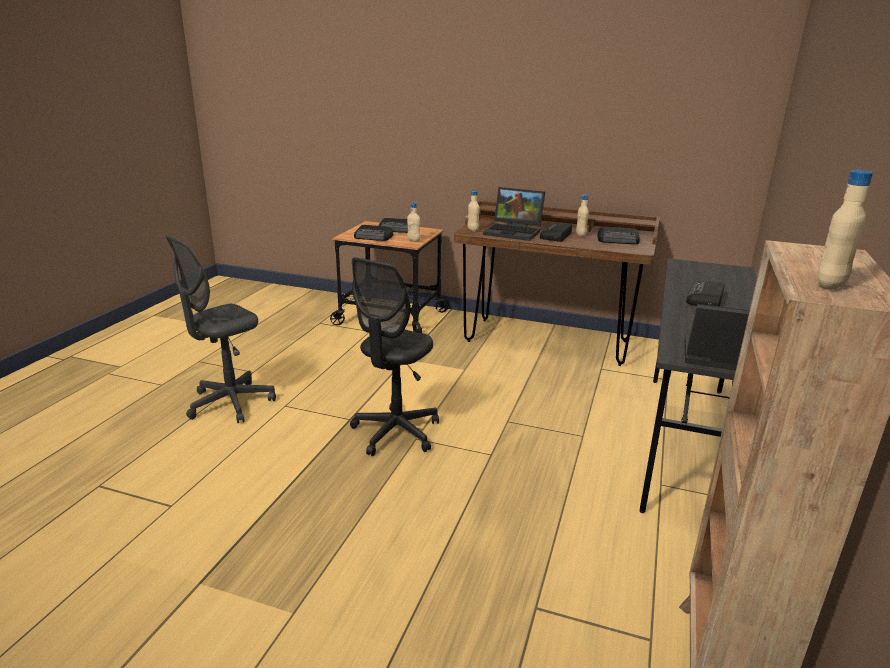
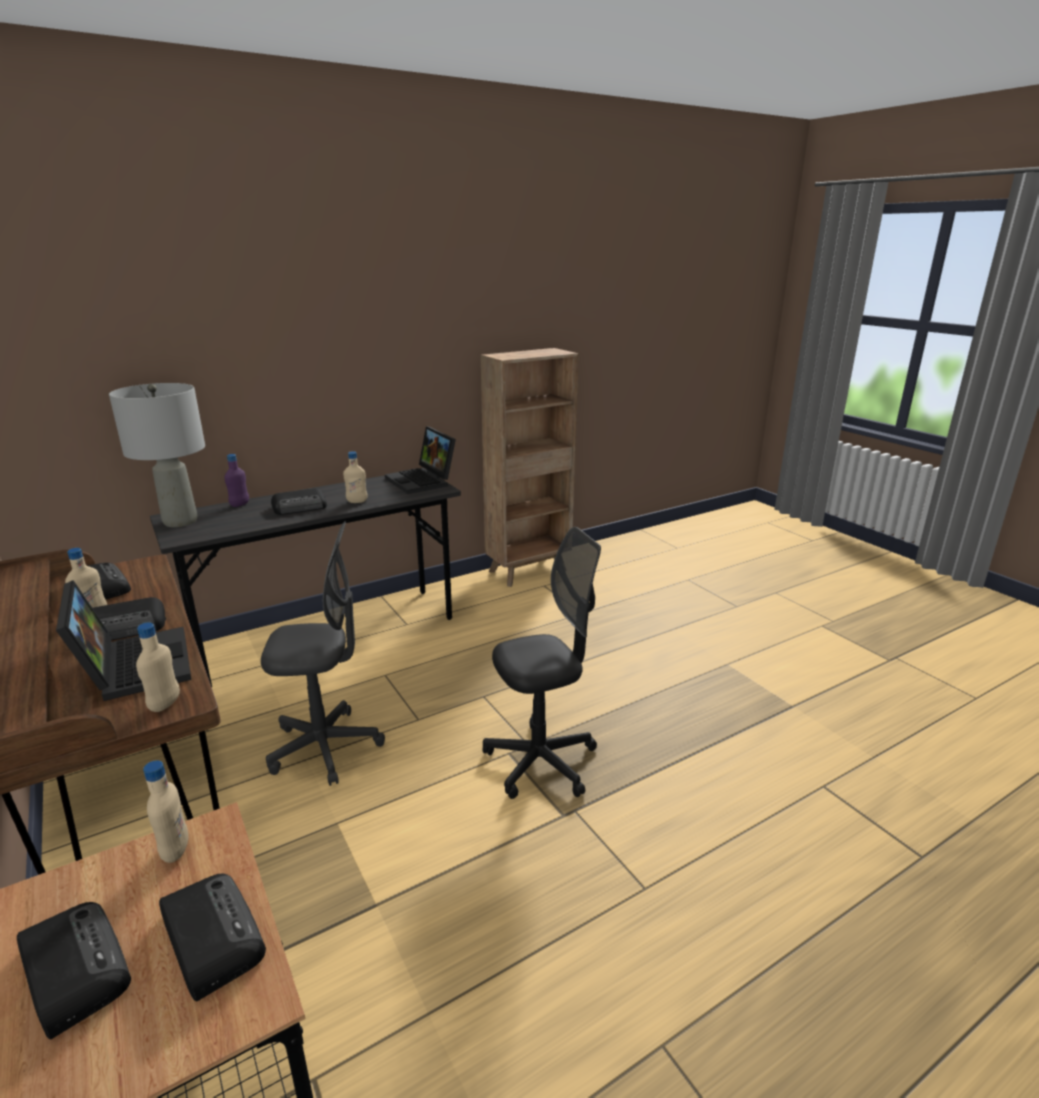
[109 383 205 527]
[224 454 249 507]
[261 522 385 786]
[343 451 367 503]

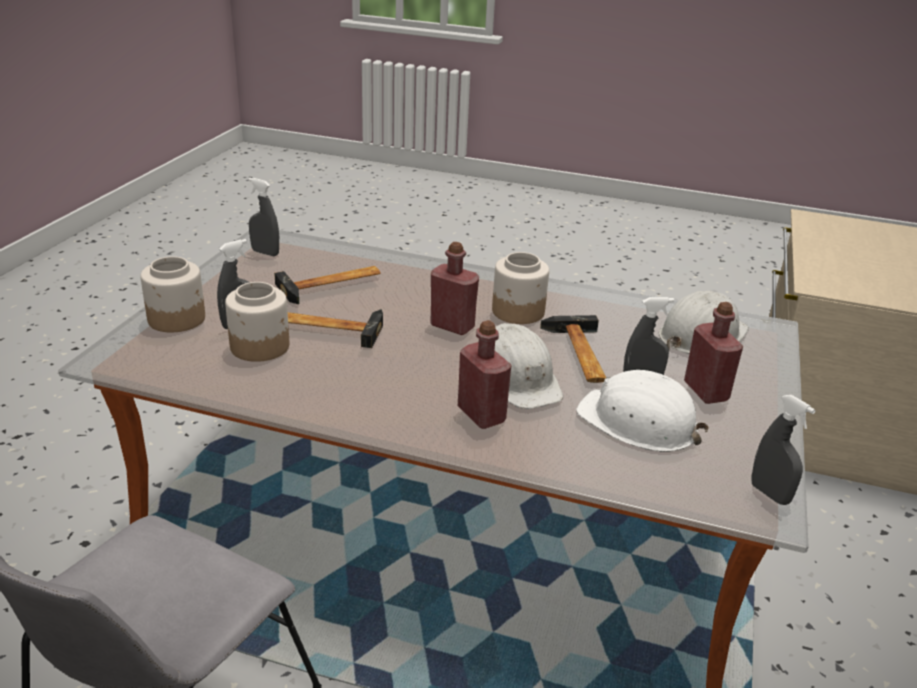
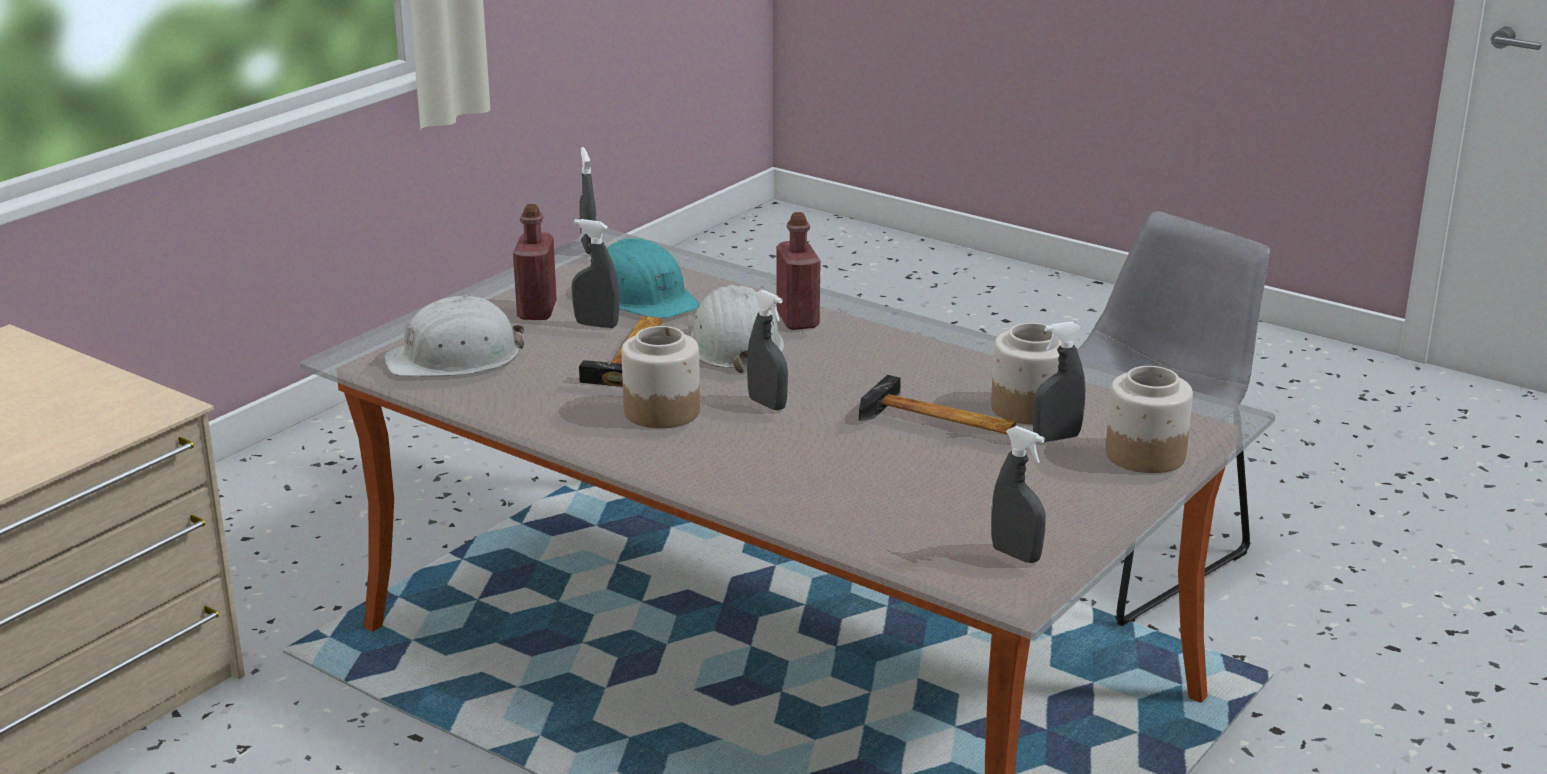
[607 238 700 319]
[747 290 788 410]
[274 266 381 304] (first image)

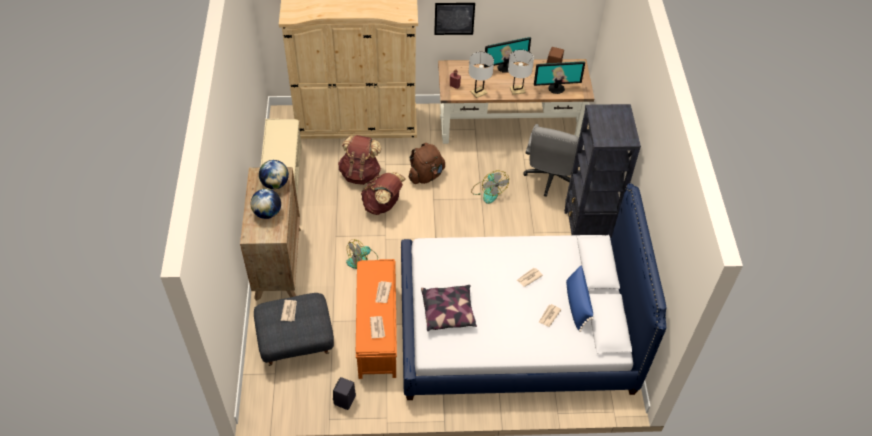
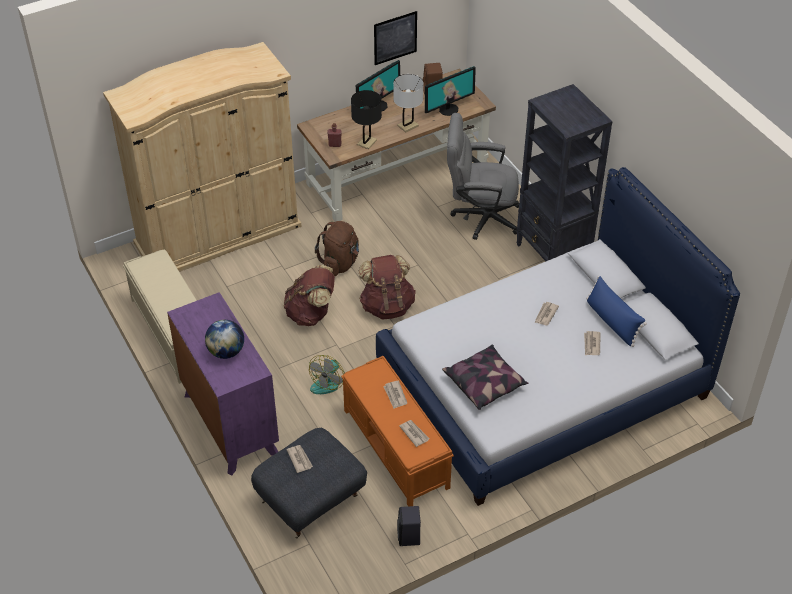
[167 292 279 475]
[351 90 382 150]
[359 255 416 319]
[374 11 417 65]
[447 113 519 240]
[259 160 289 189] (first image)
[471 171 509 204] (first image)

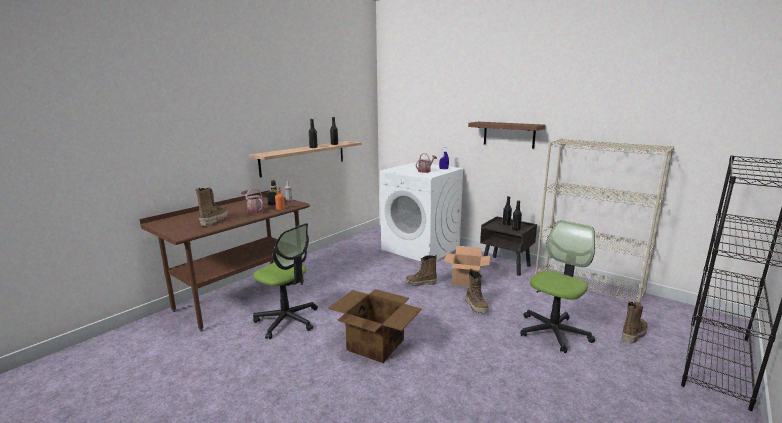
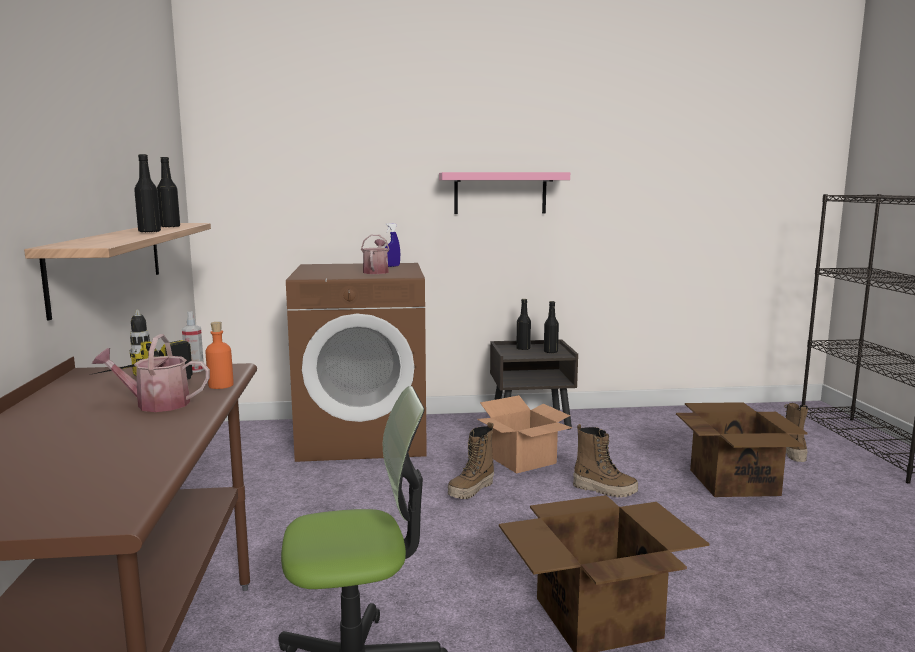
[286 263 427 462]
[439 172 570 214]
[676 402 807 497]
[195 188 228 226] (first image)
[535 139 674 303] (first image)

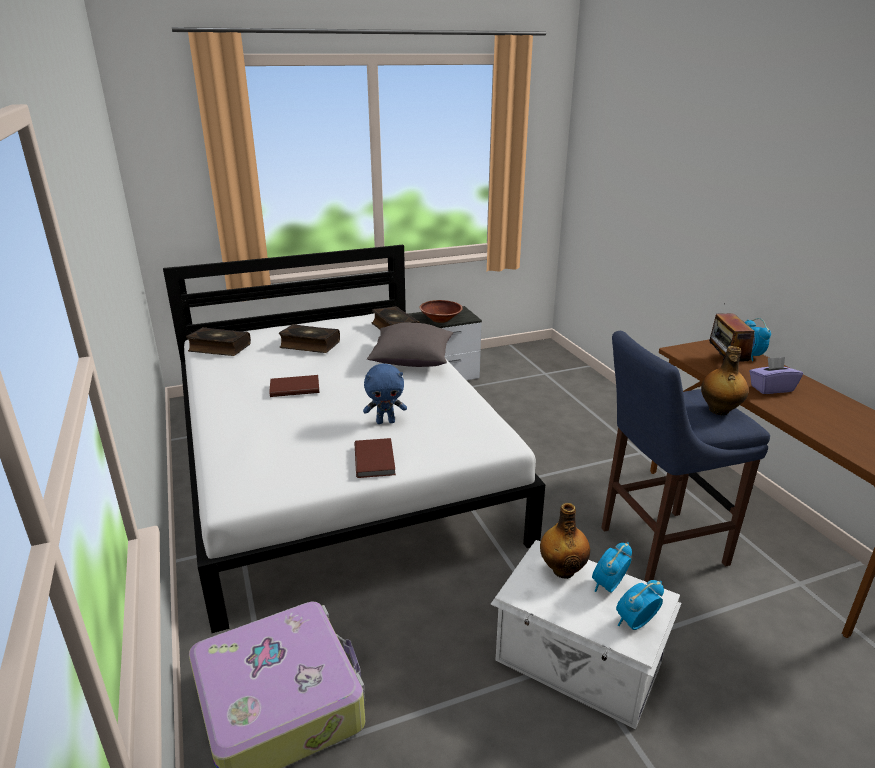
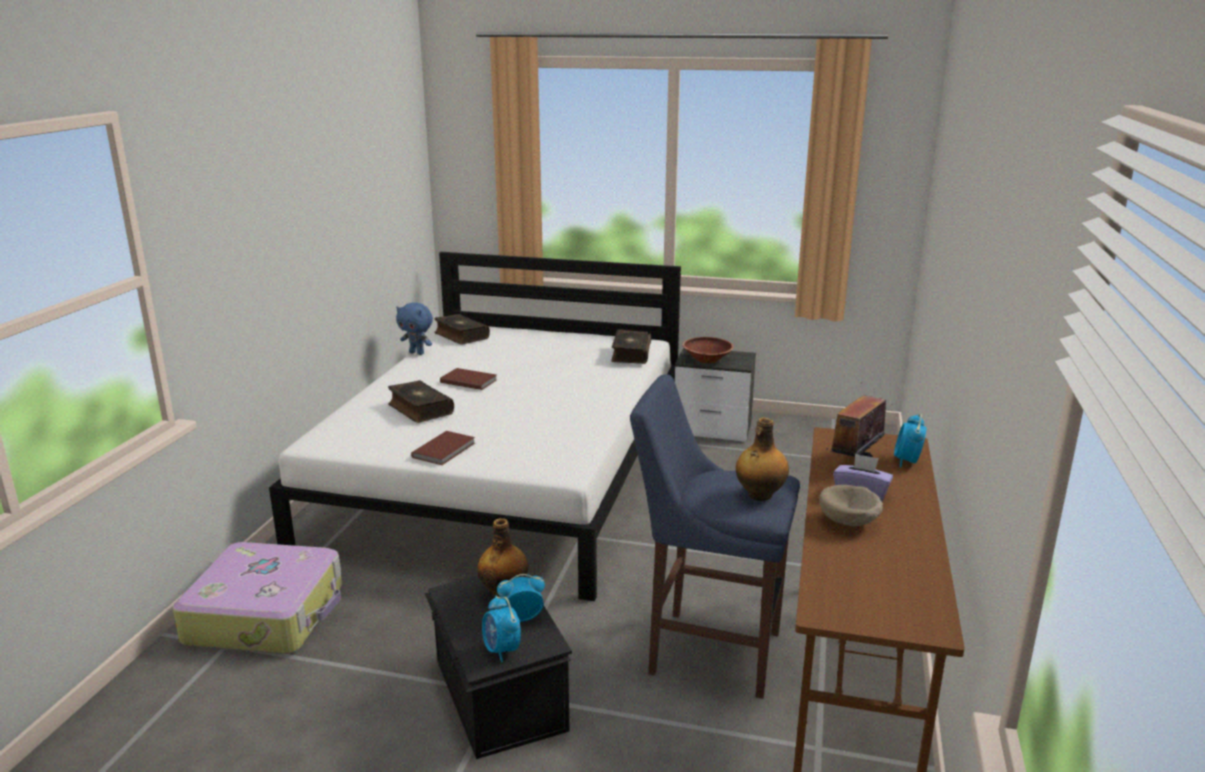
[388 380 454 423]
[396 302 433 355]
[425 575 572 759]
[482 596 521 663]
[819 485 883 526]
[367 323 453 367] (first image)

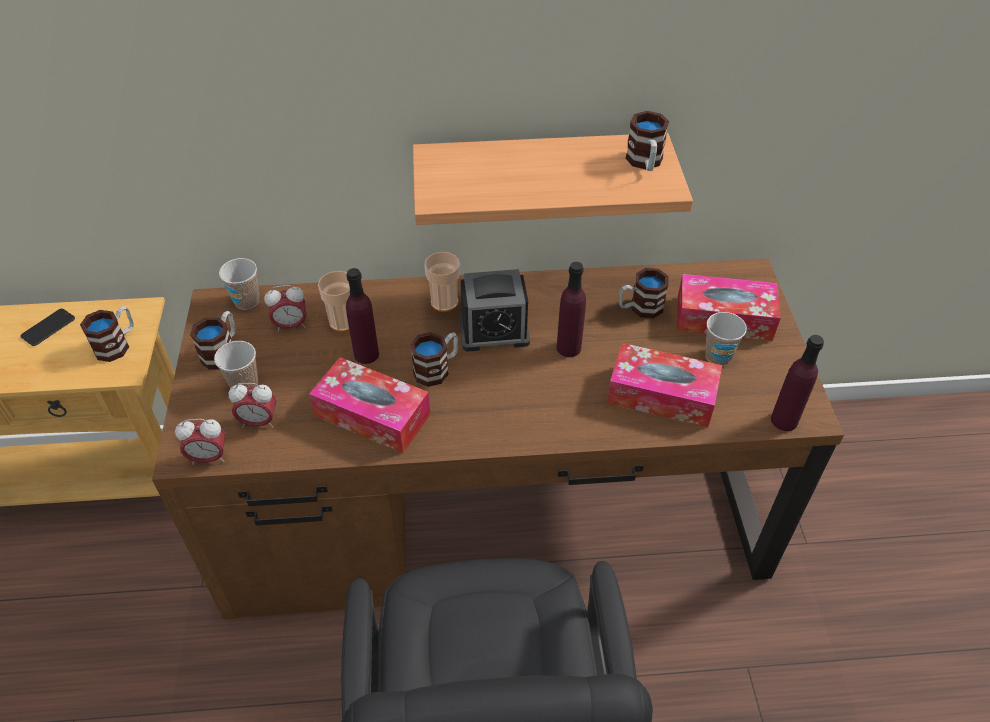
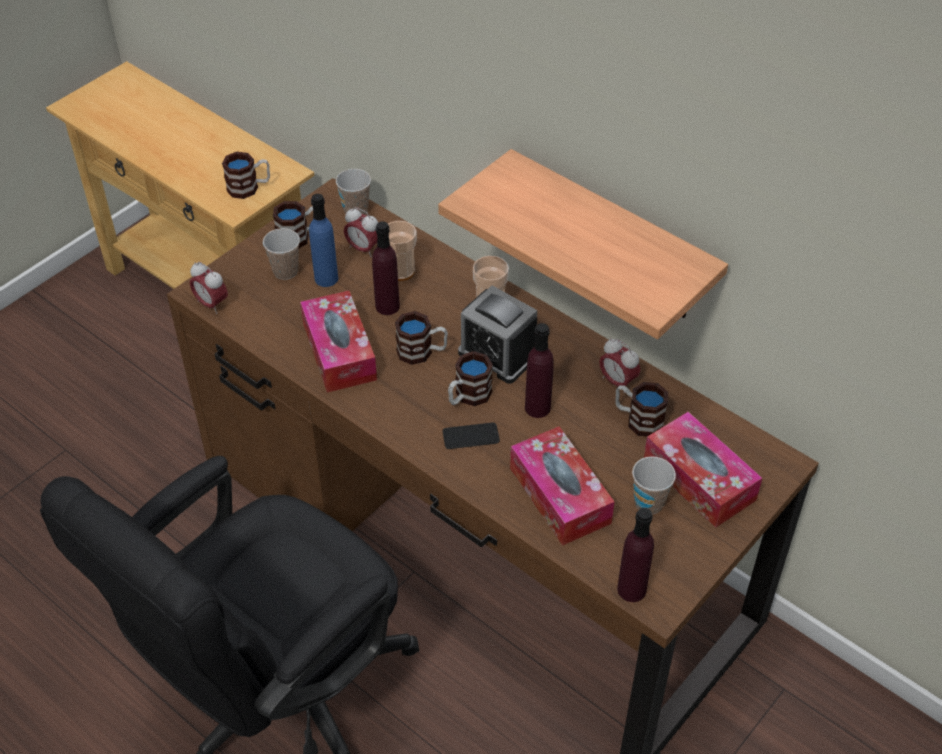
[309 194 338 287]
[442 423 500 449]
[448 351 493 406]
[599 338 640 393]

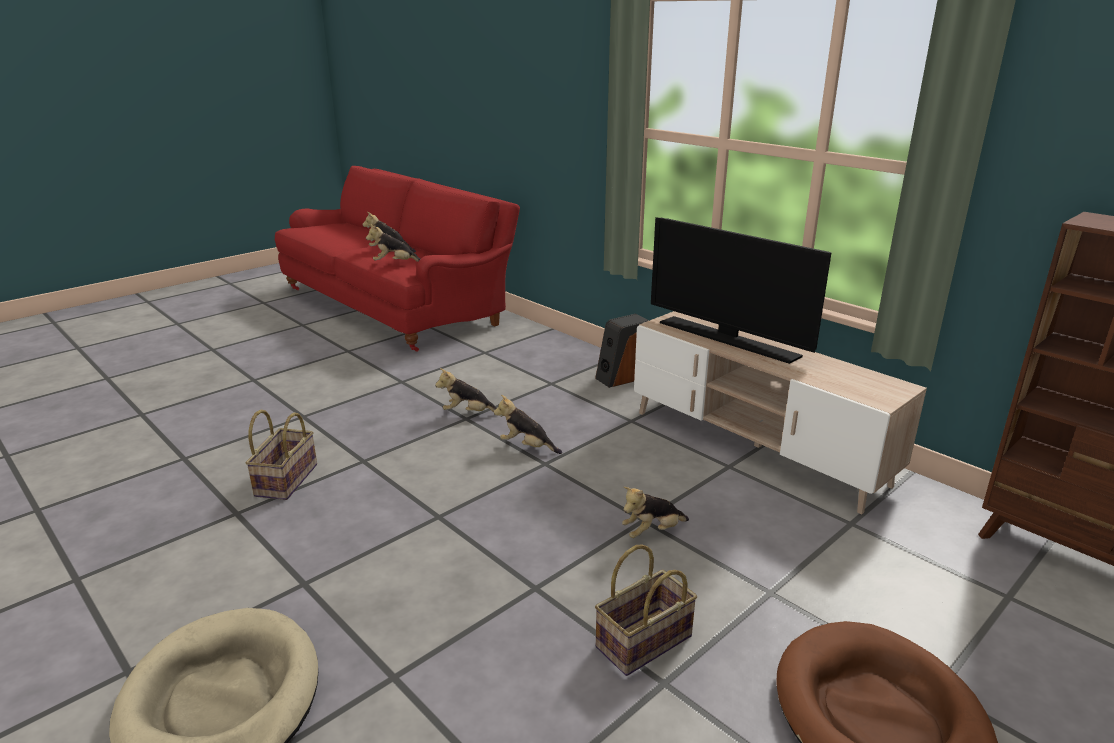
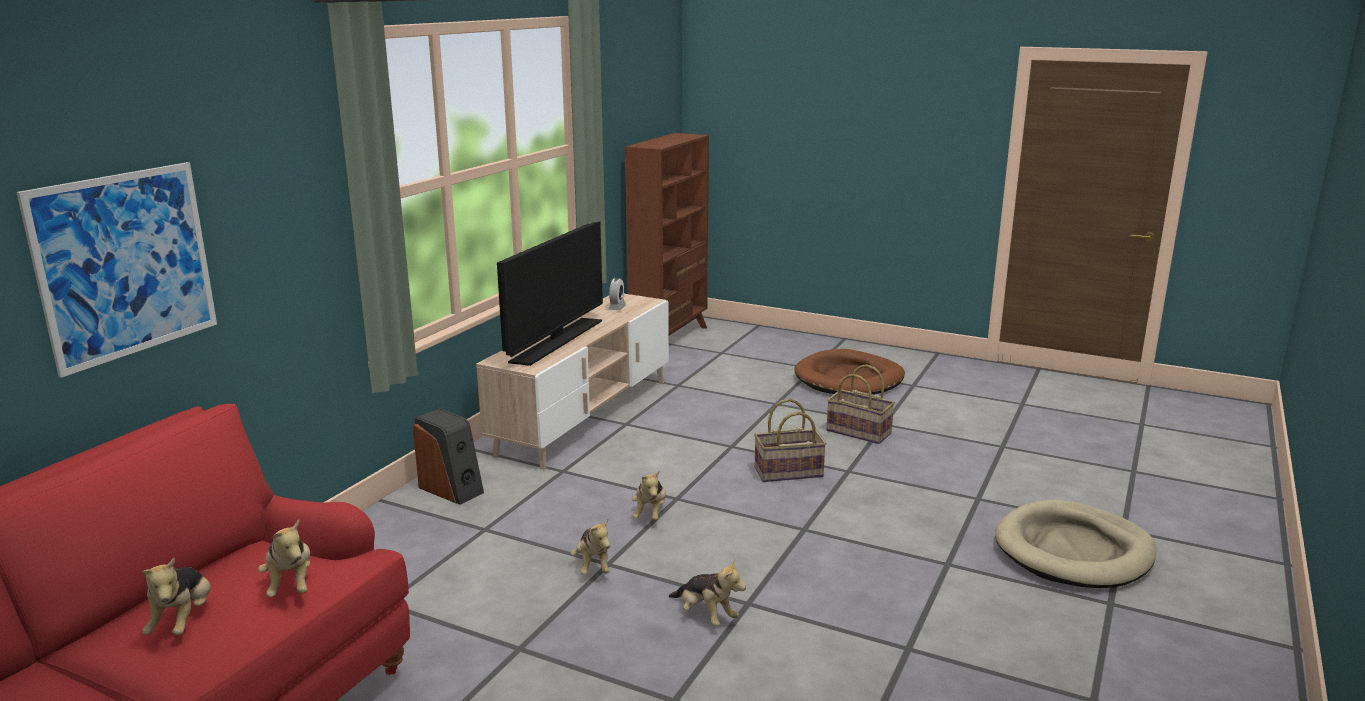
[16 162 217 378]
[608 278 626 310]
[669 559 746 626]
[754 399 827 482]

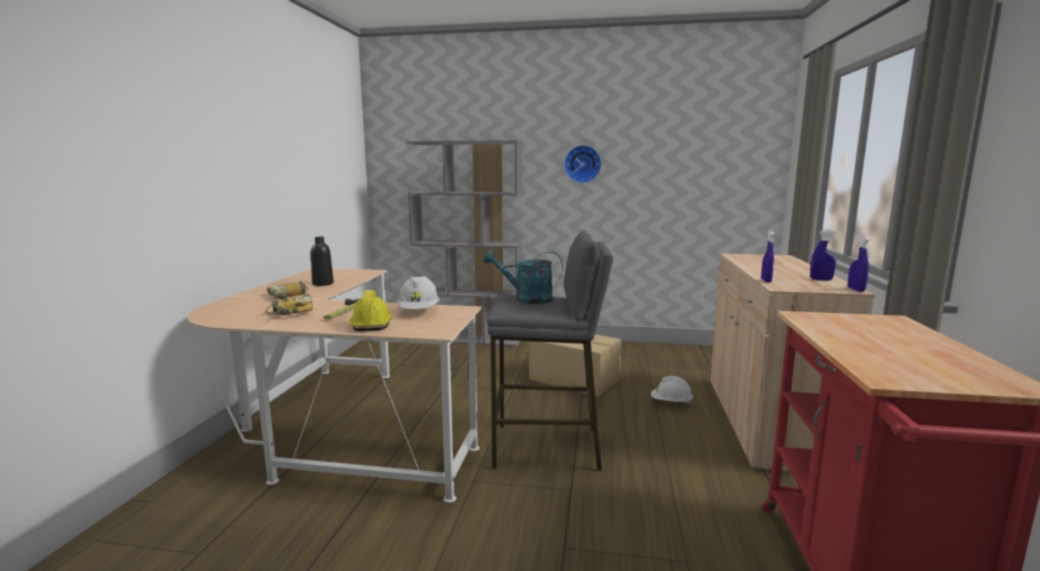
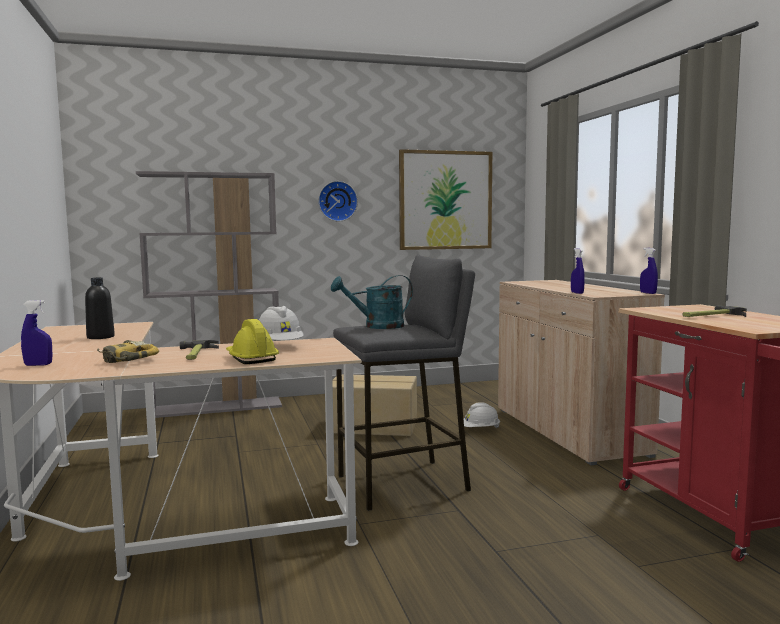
[21 300 52 366]
[399 149 492 250]
[682 305 747 317]
[267 280 309 300] (first image)

